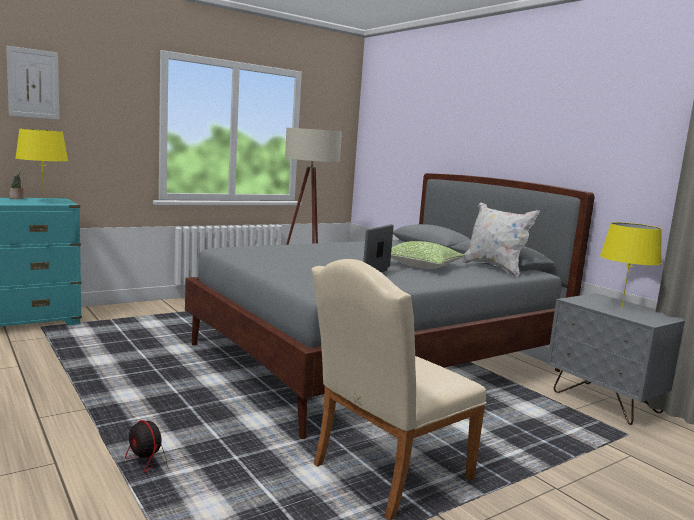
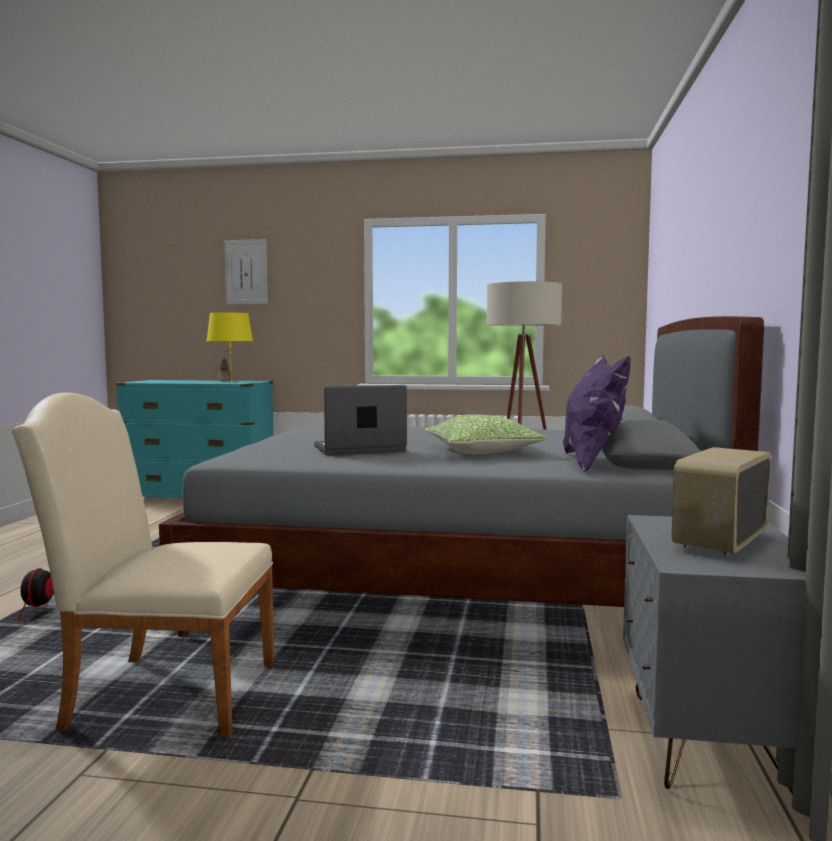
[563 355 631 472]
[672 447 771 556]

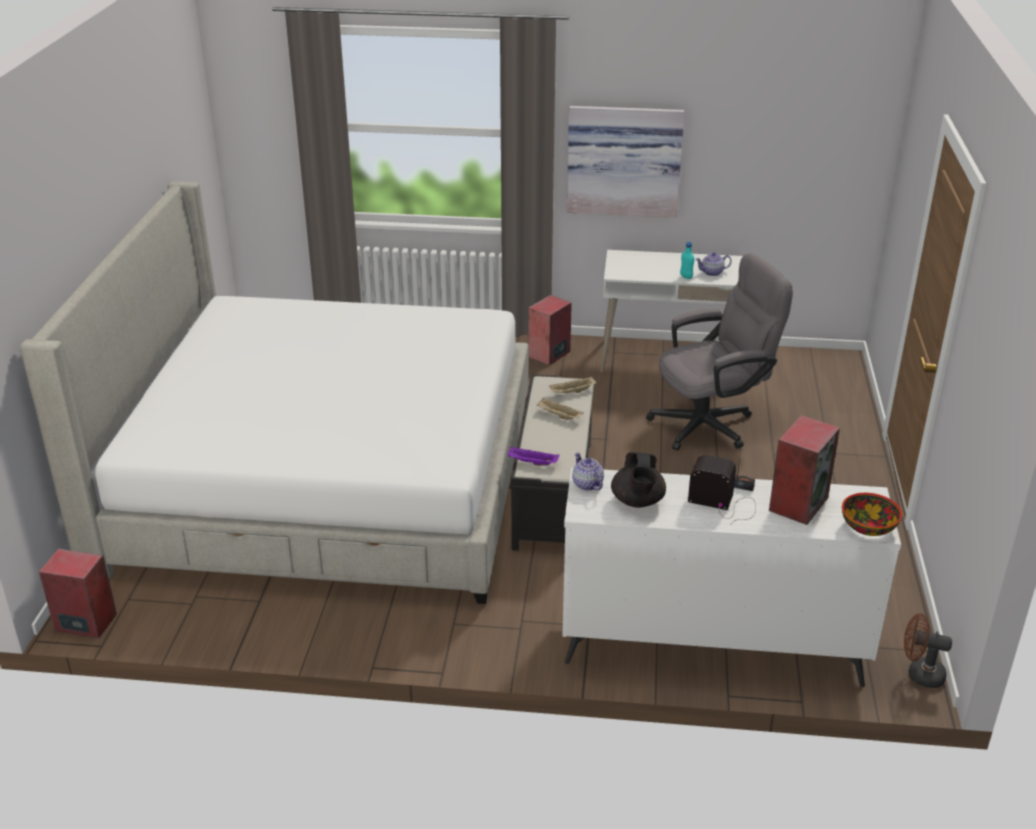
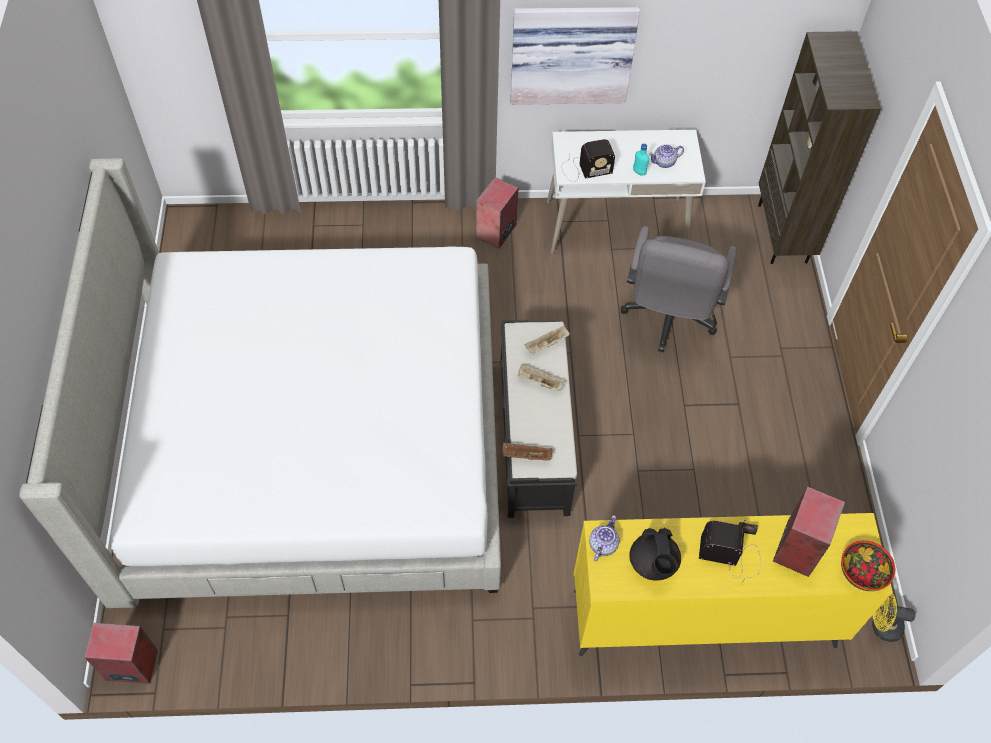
[502 443 552 461]
[561 139 615 182]
[574 513 893 656]
[589 515 619 561]
[621 226 737 352]
[758 31 881 264]
[872 593 916 642]

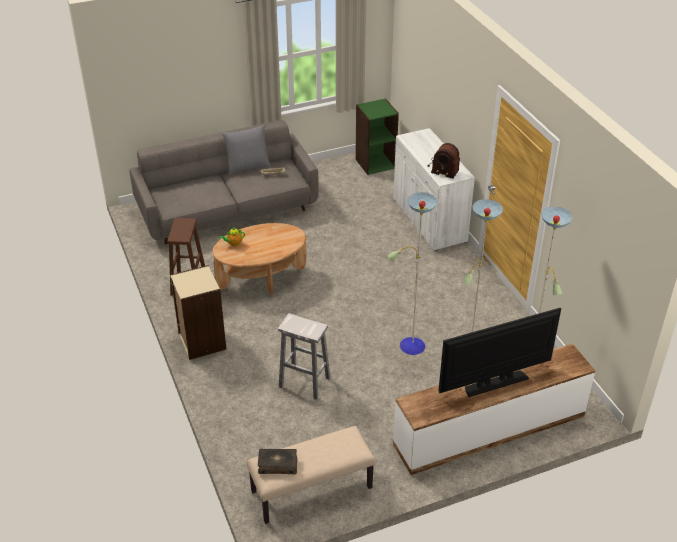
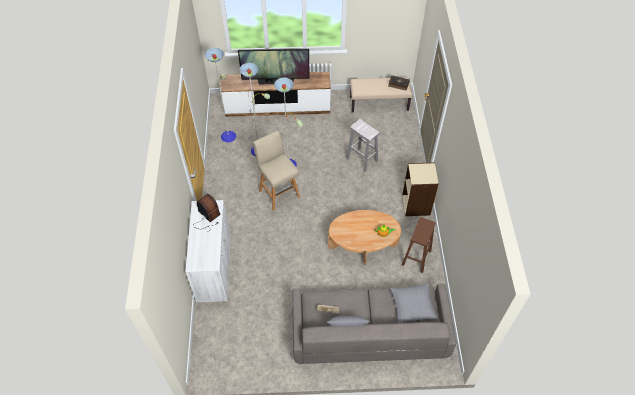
[253 131 300 211]
[390 284 438 323]
[355 98 399 175] (first image)

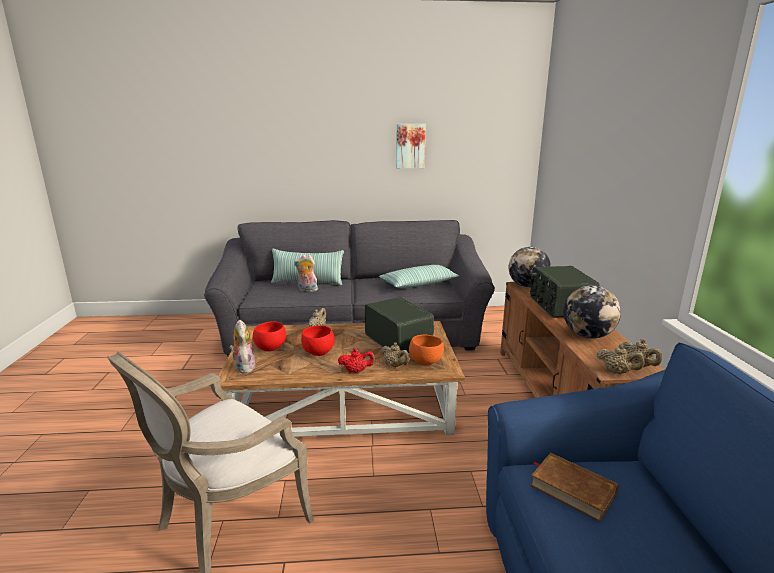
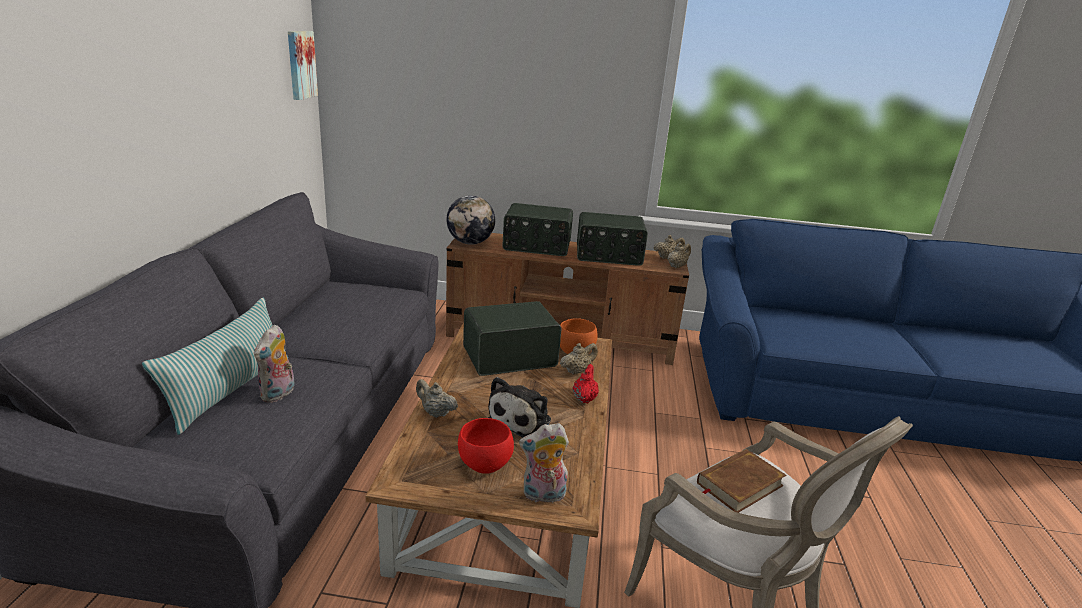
[288 31 318 100]
[488 377 551 438]
[577 212 648 266]
[697 449 786 513]
[379 265 459 288] (first image)

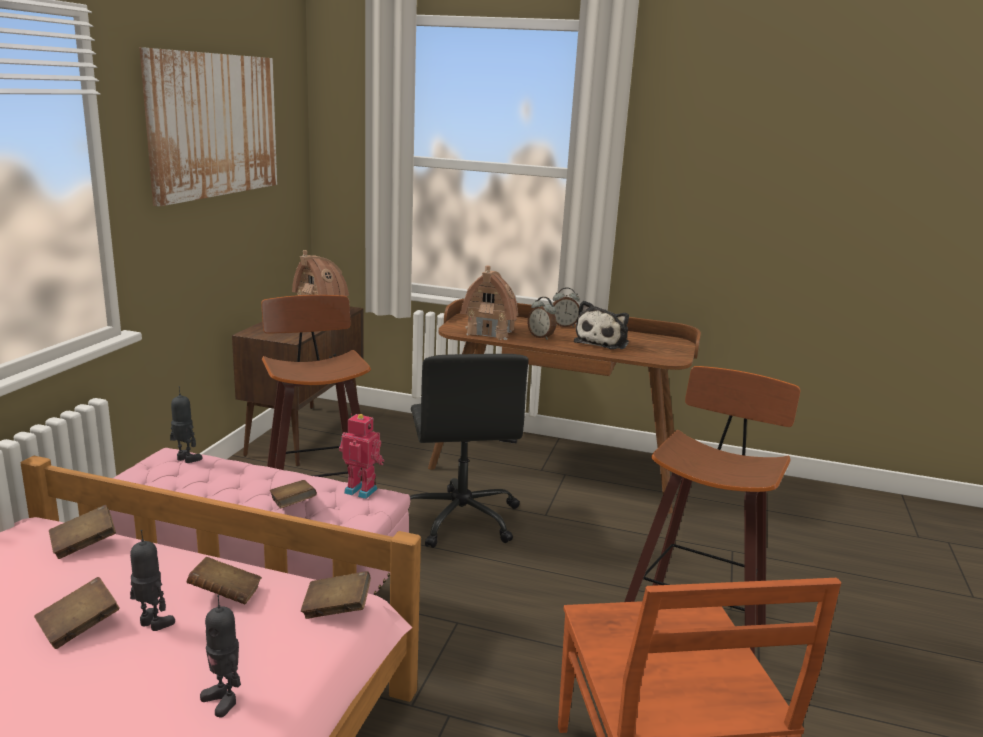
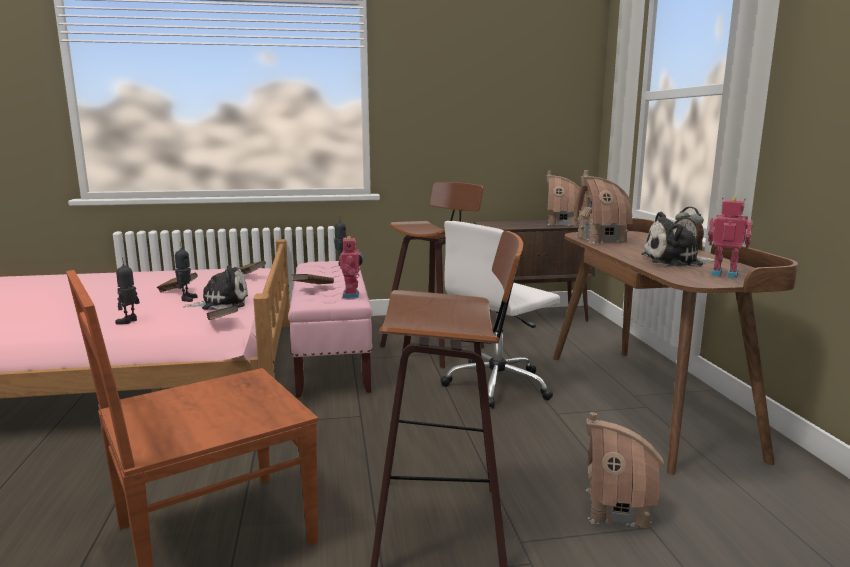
[183 265 248 310]
[440 221 561 409]
[586 412 664 529]
[708 197 753 278]
[139 47 277 206] (first image)
[527 297 556 340] (first image)

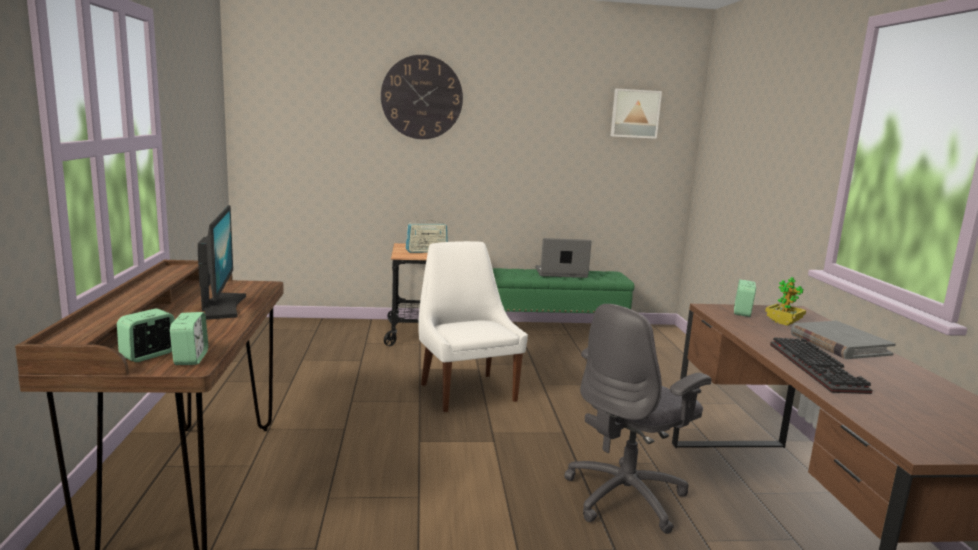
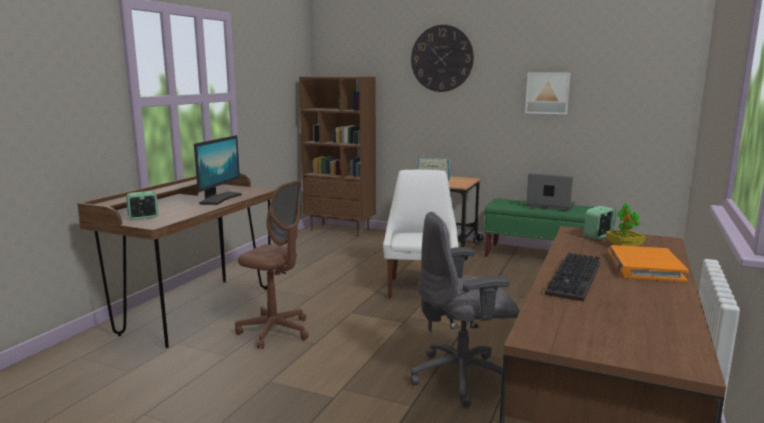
[235 180 309 349]
[299 76 376 236]
[525 72 571 114]
[608 245 689 282]
[170 312 208 365] (first image)

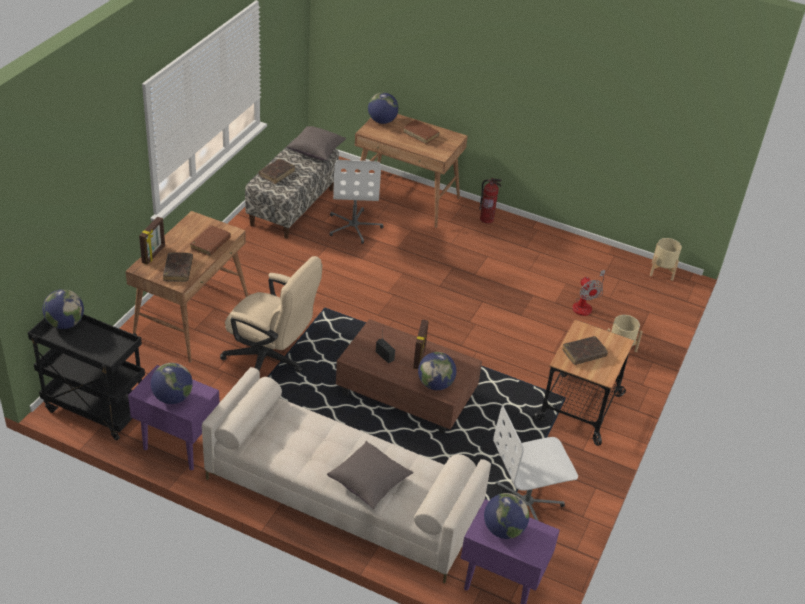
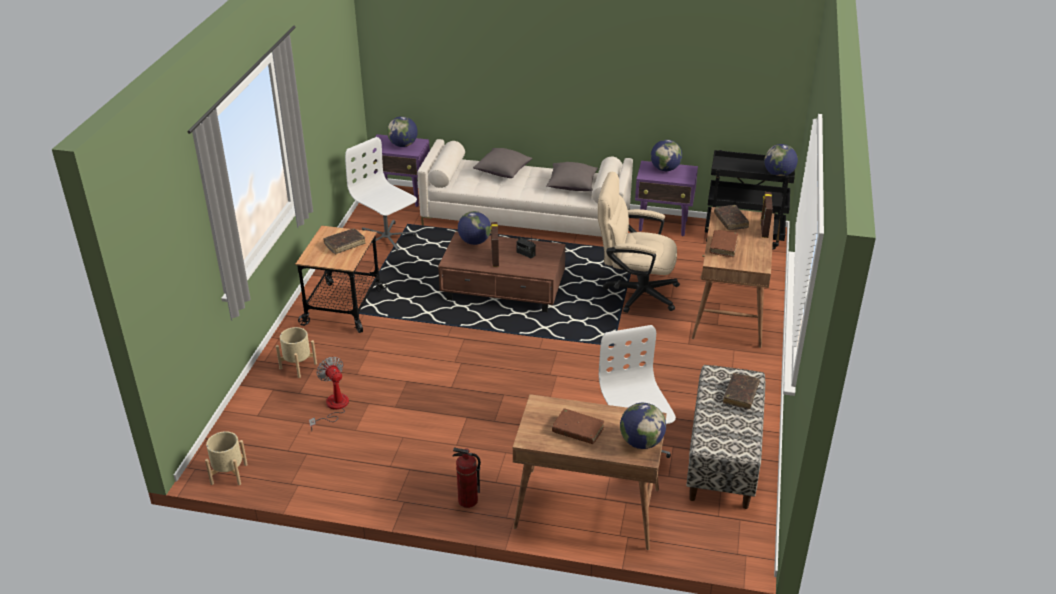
[345 137 417 252]
[546 162 598 191]

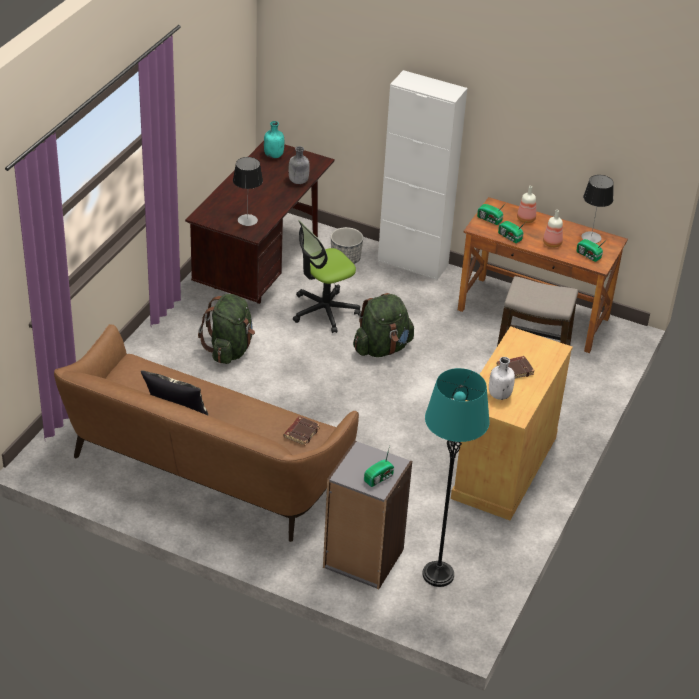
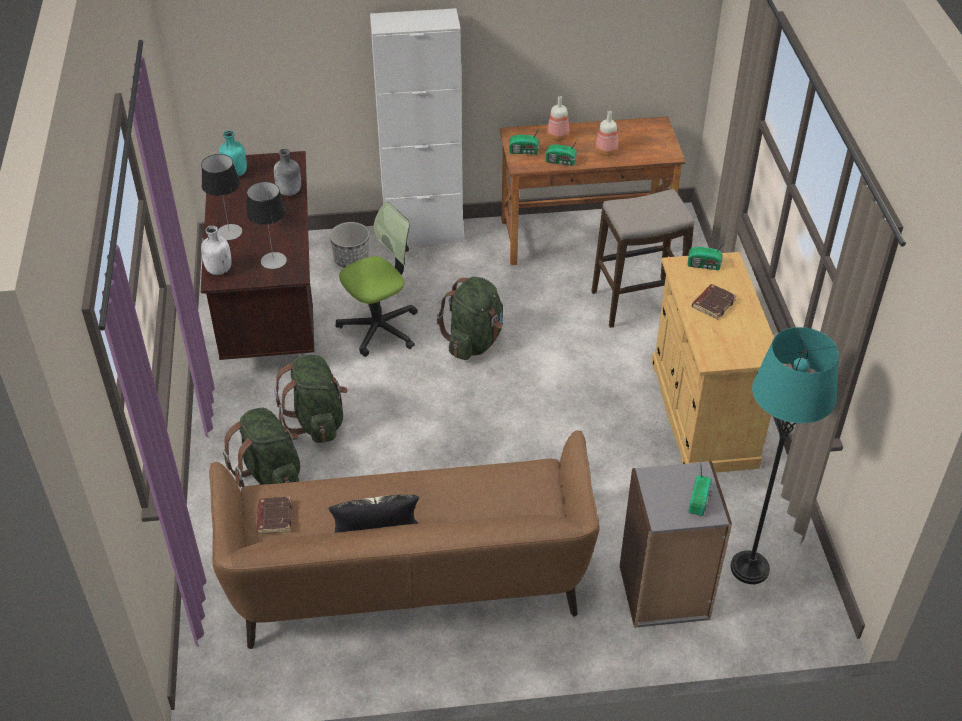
[201 154 242 240]
[201 226 232 275]
[223 407 300 487]
[256 497 292 534]
[336 202 418 357]
[687 239 727 270]

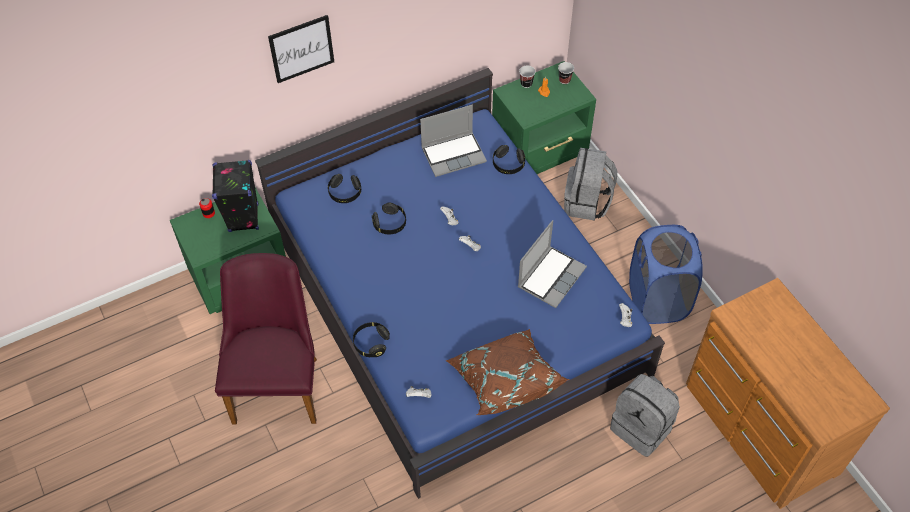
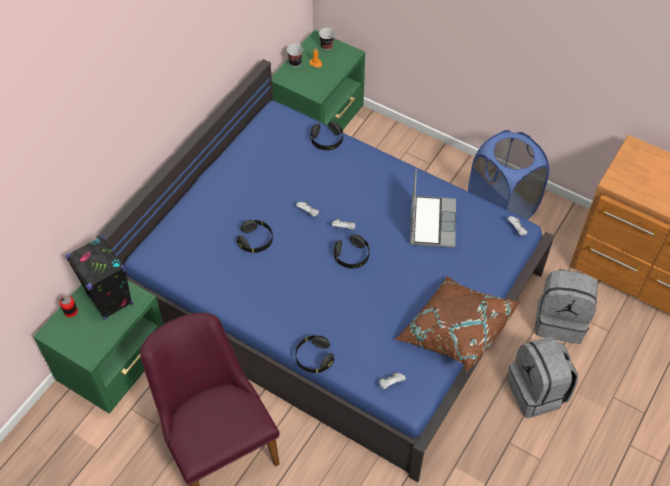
[334 235 370 269]
[507 336 578 418]
[268 15 334 83] (first image)
[420 105 487 177] (first image)

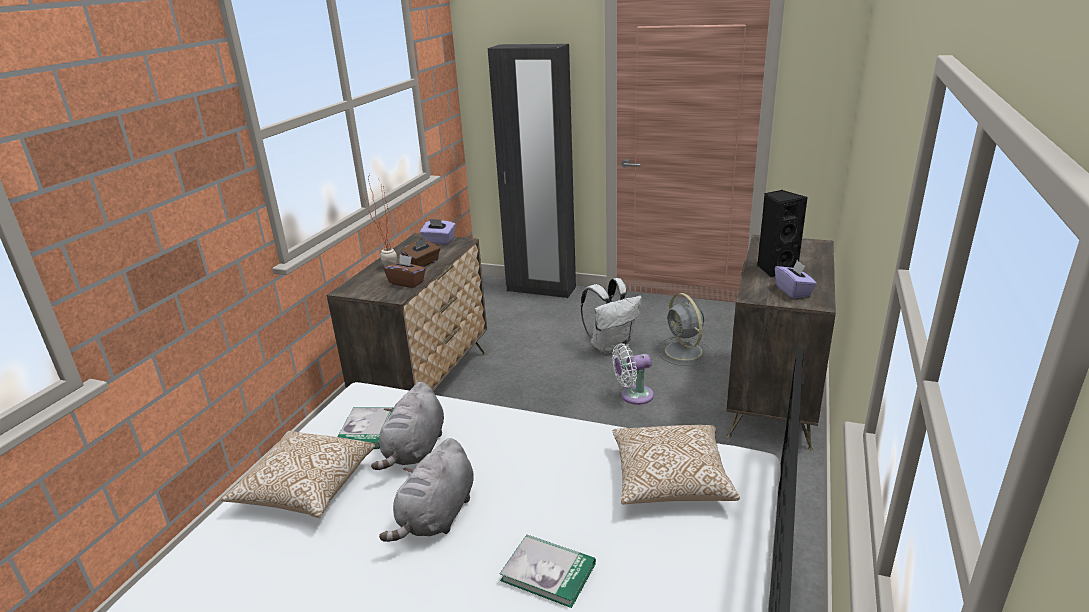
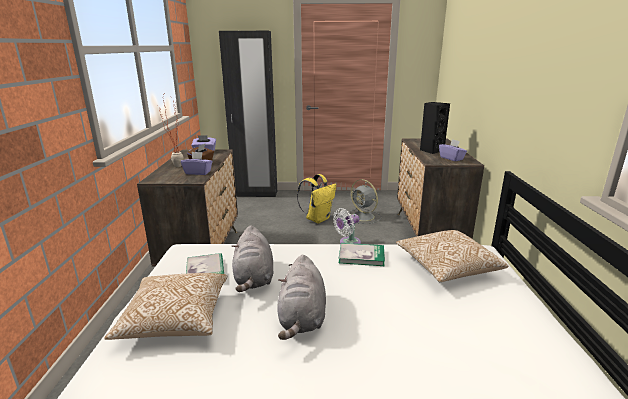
[181 152 212 175]
[297 174 336 223]
[339 243 385 266]

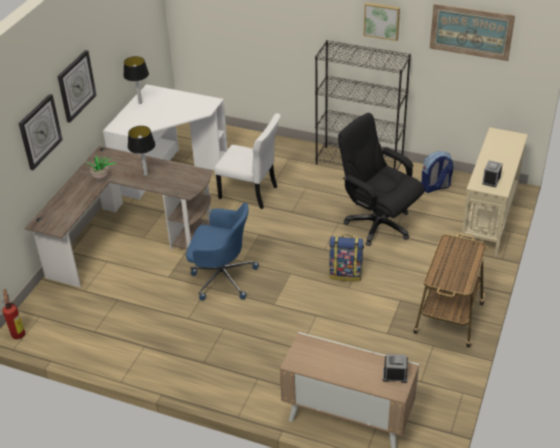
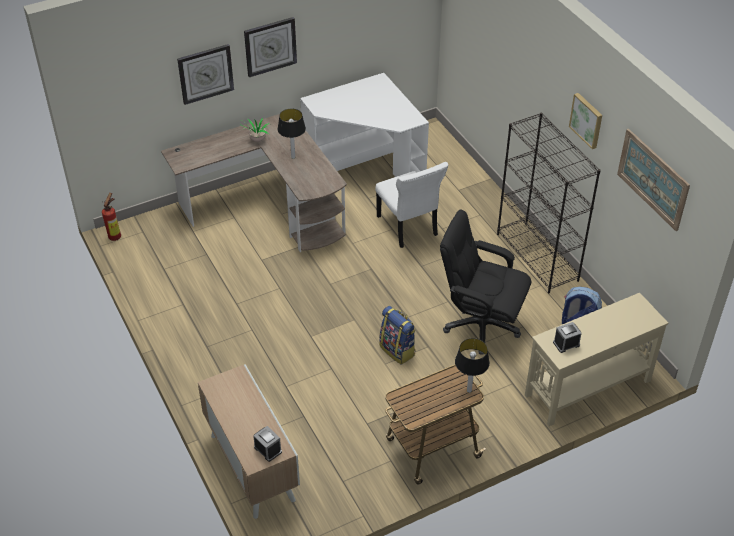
[440 209 531 355]
[455 338 490 393]
[186 203 259 301] (first image)

